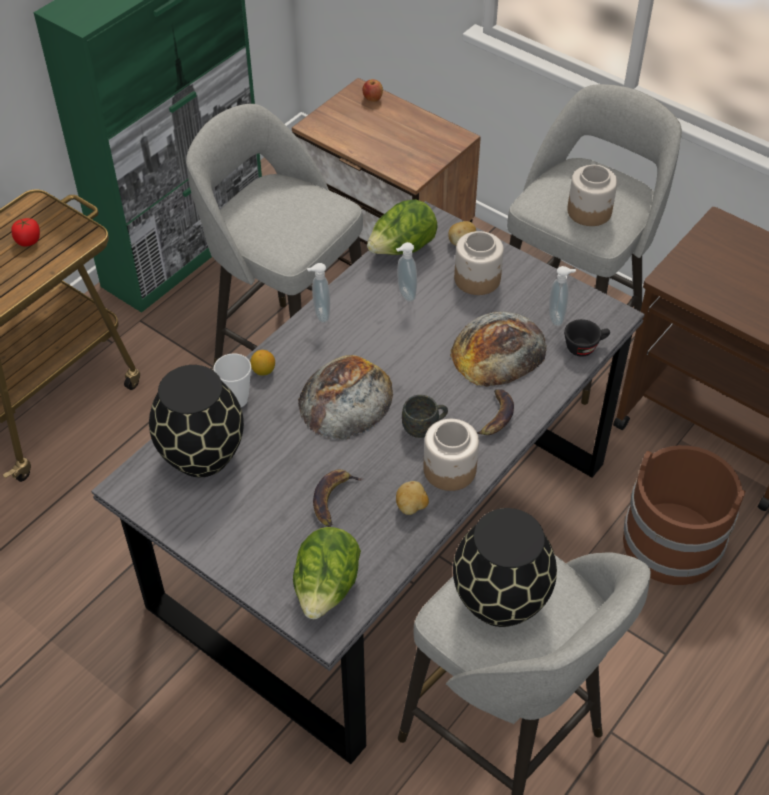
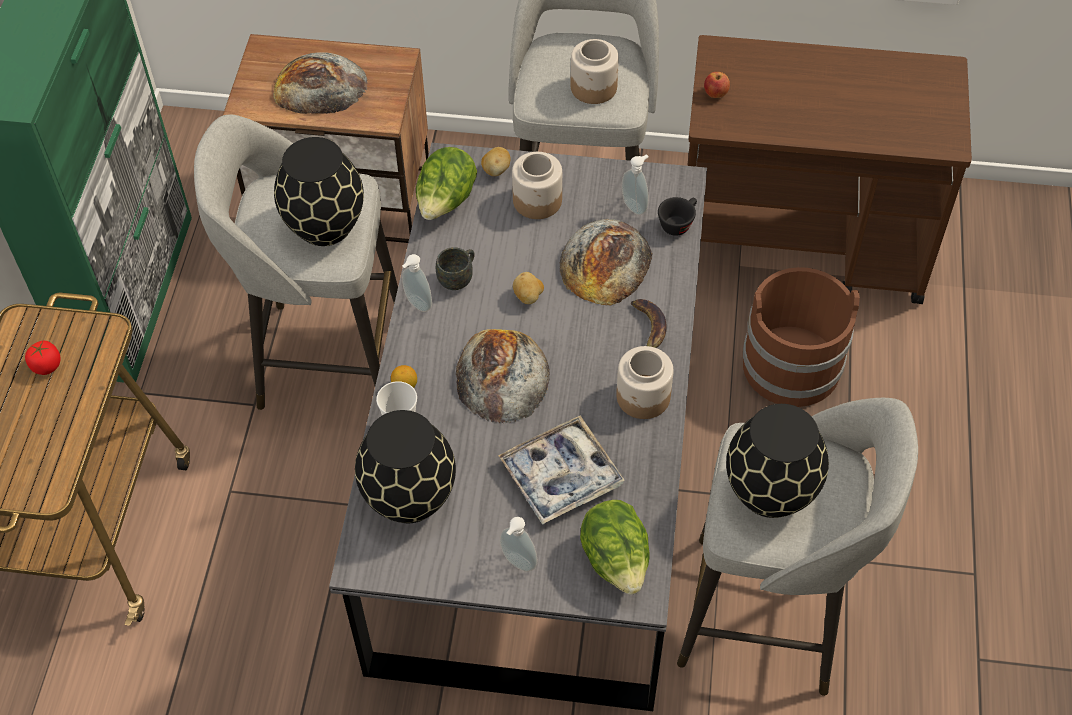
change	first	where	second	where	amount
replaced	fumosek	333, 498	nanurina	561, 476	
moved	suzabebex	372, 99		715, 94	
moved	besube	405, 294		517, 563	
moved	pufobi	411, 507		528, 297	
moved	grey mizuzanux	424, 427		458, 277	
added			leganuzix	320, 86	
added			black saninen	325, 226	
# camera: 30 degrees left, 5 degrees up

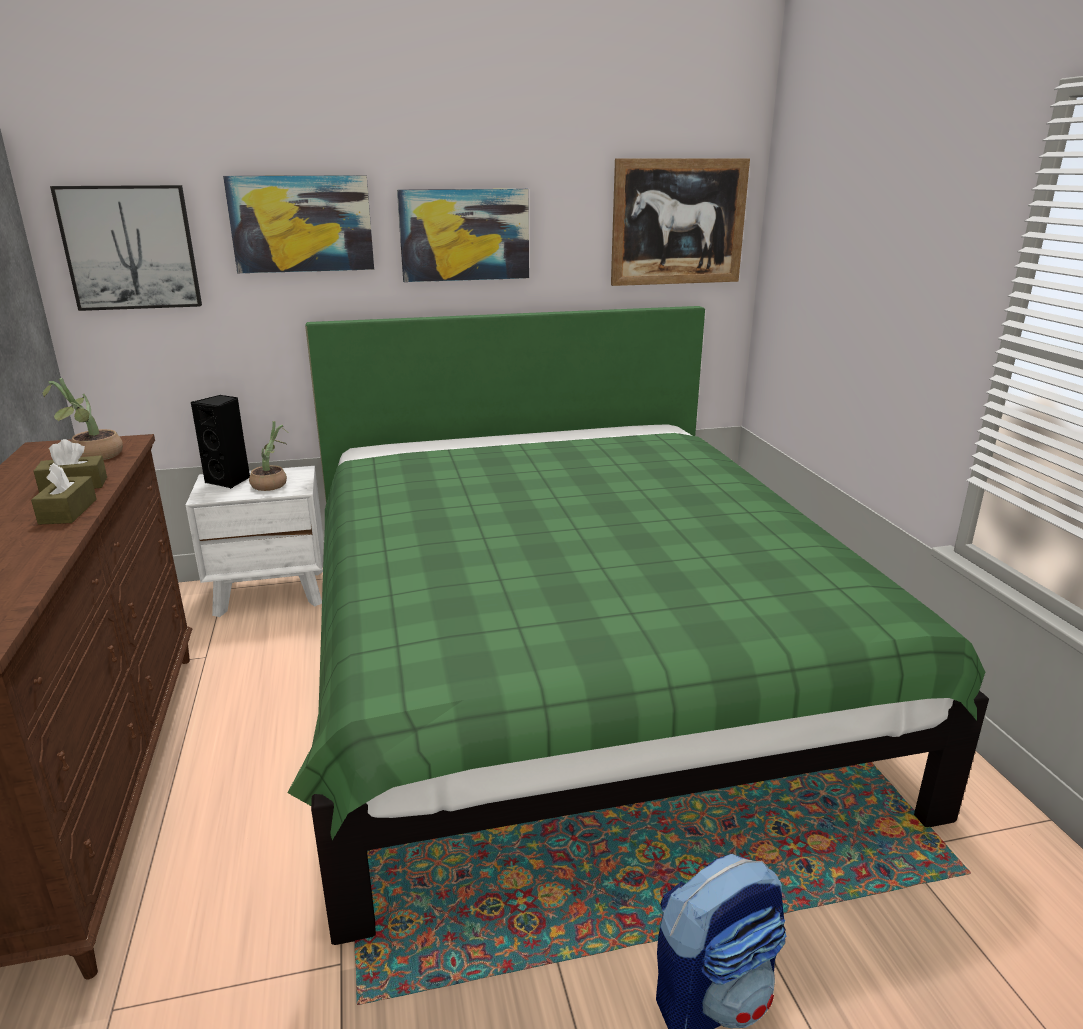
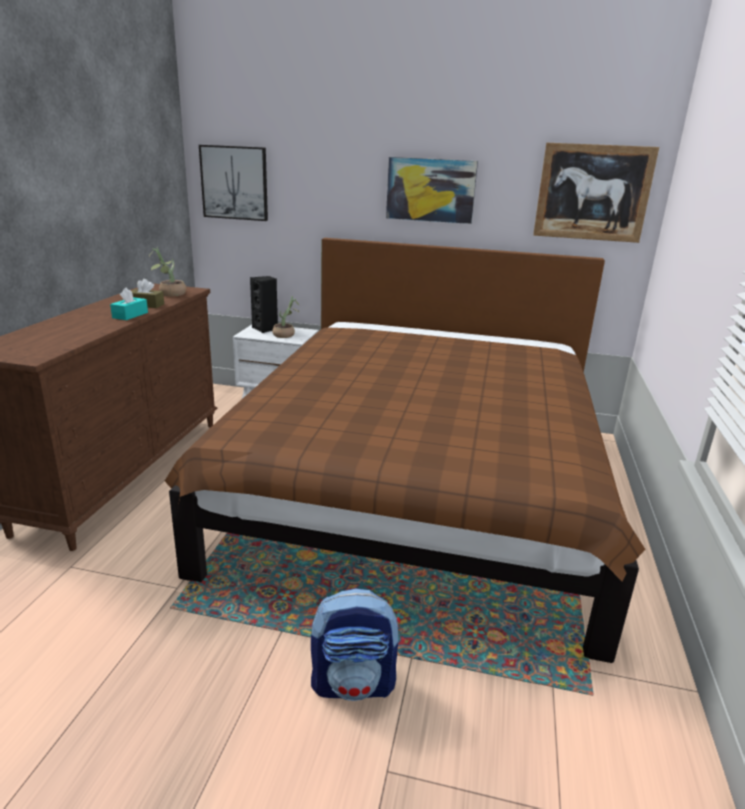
change	first	where	second	where	amount
recoloured	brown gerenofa	68, 511	turquoise gerenofa	130, 315	
removed	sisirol	301, 224			
recoloured	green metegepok	569, 667	brown metegepok	418, 488	
# camera: 25 degrees right, 0 degrees up

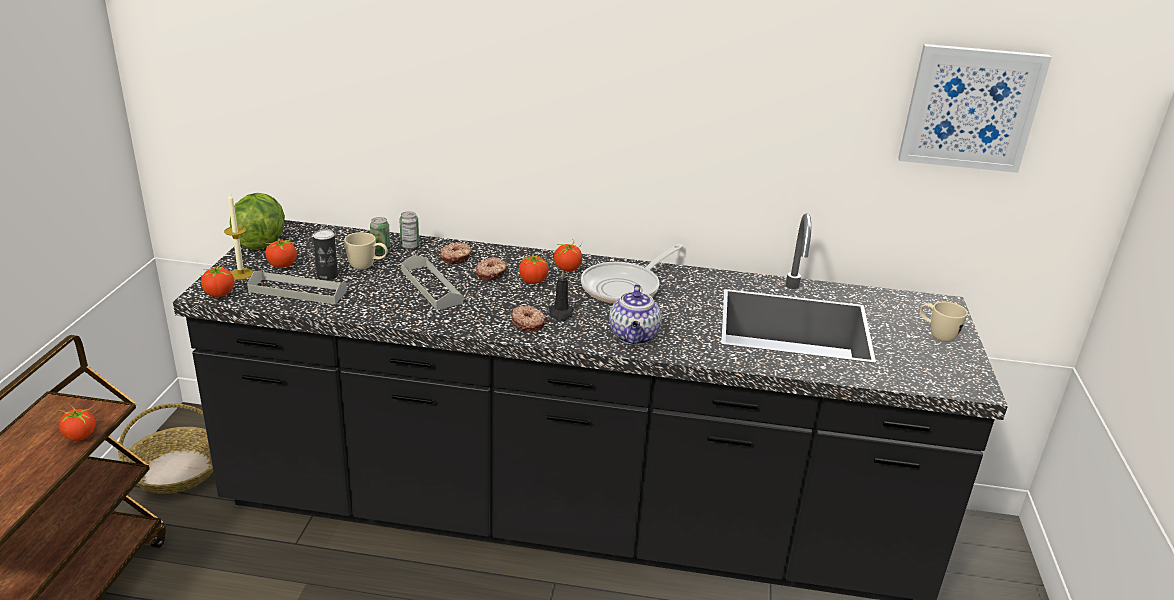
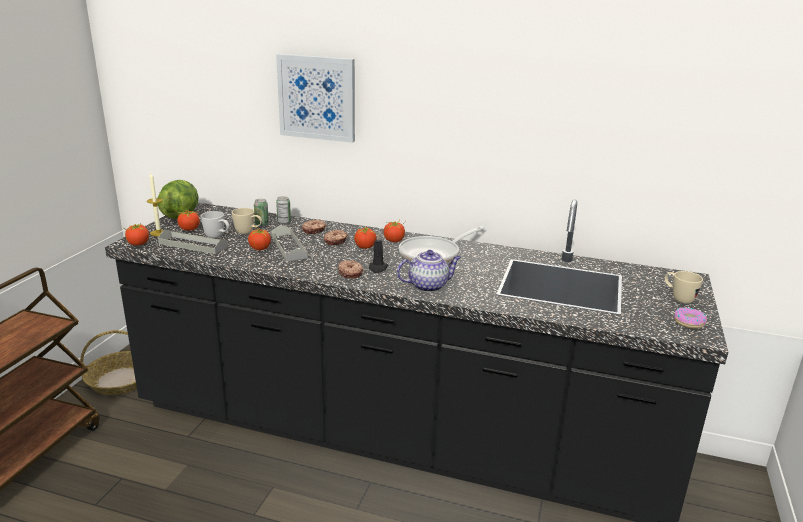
change	first	where	second	where	amount
moved	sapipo	79, 436		259, 248	
replaced	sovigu	327, 276	white mizuzanux	217, 237	
turned	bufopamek	634, 336		428, 286	120 degrees counterclockwise
moved	sisirol	970, 108		317, 97	
added			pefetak	688, 322	
# camera: 10 degrees right, 5 degrees down

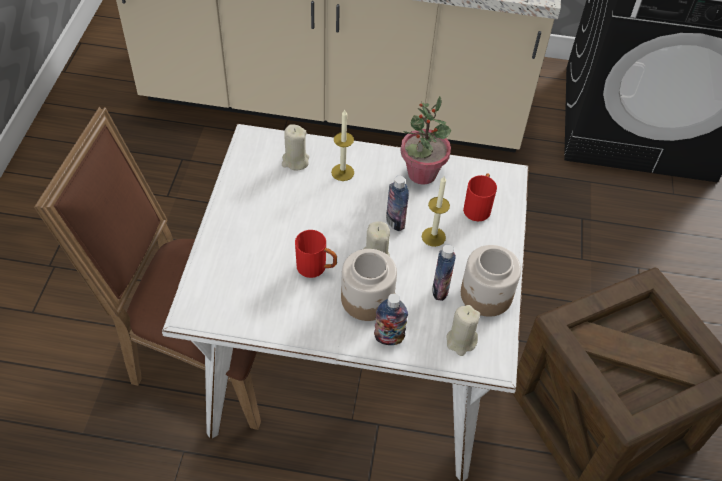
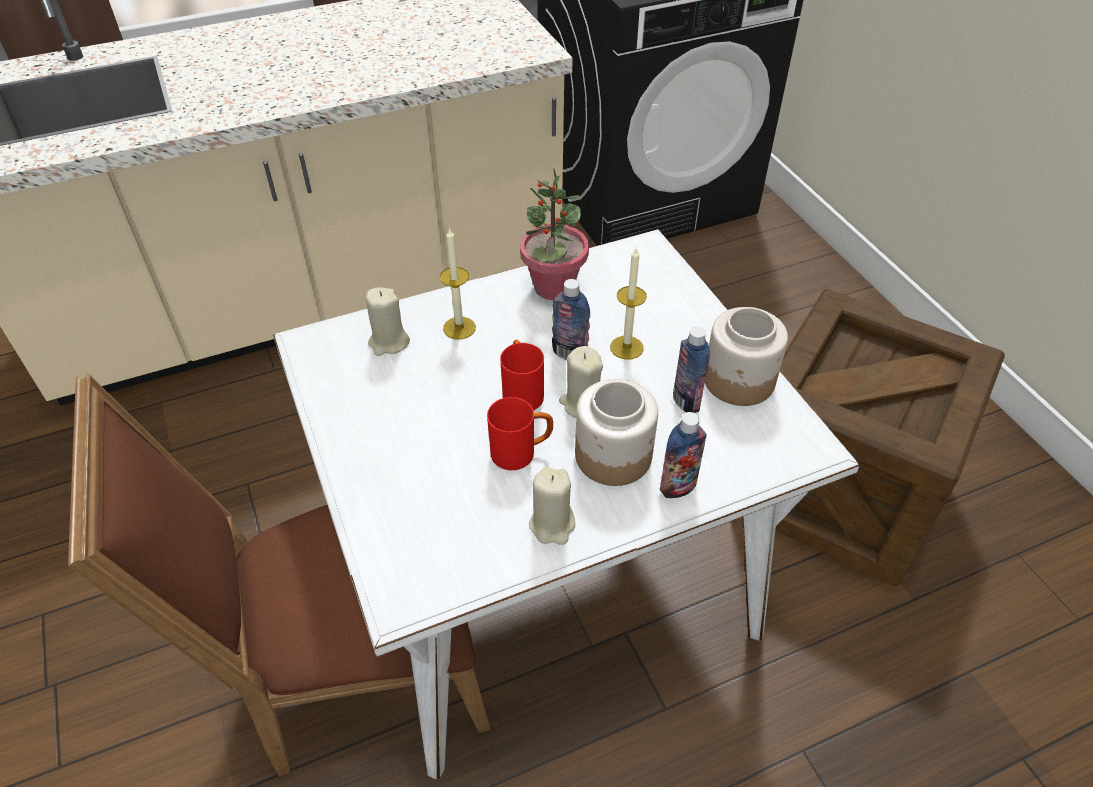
change	first	where	second	where	amount
moved	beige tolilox	461, 341		552, 525	
moved	red mizuzanux	478, 207		521, 392	
# camera: 30 degrees left, 5 degrees down

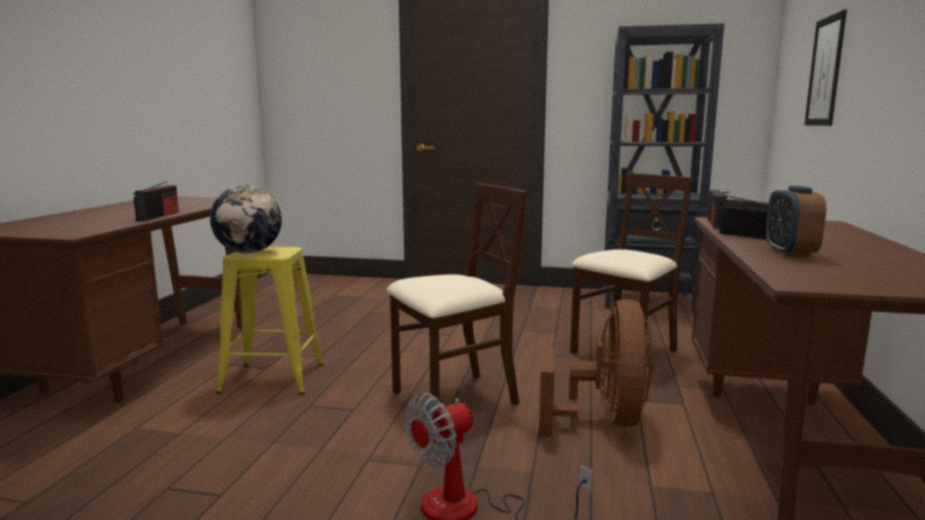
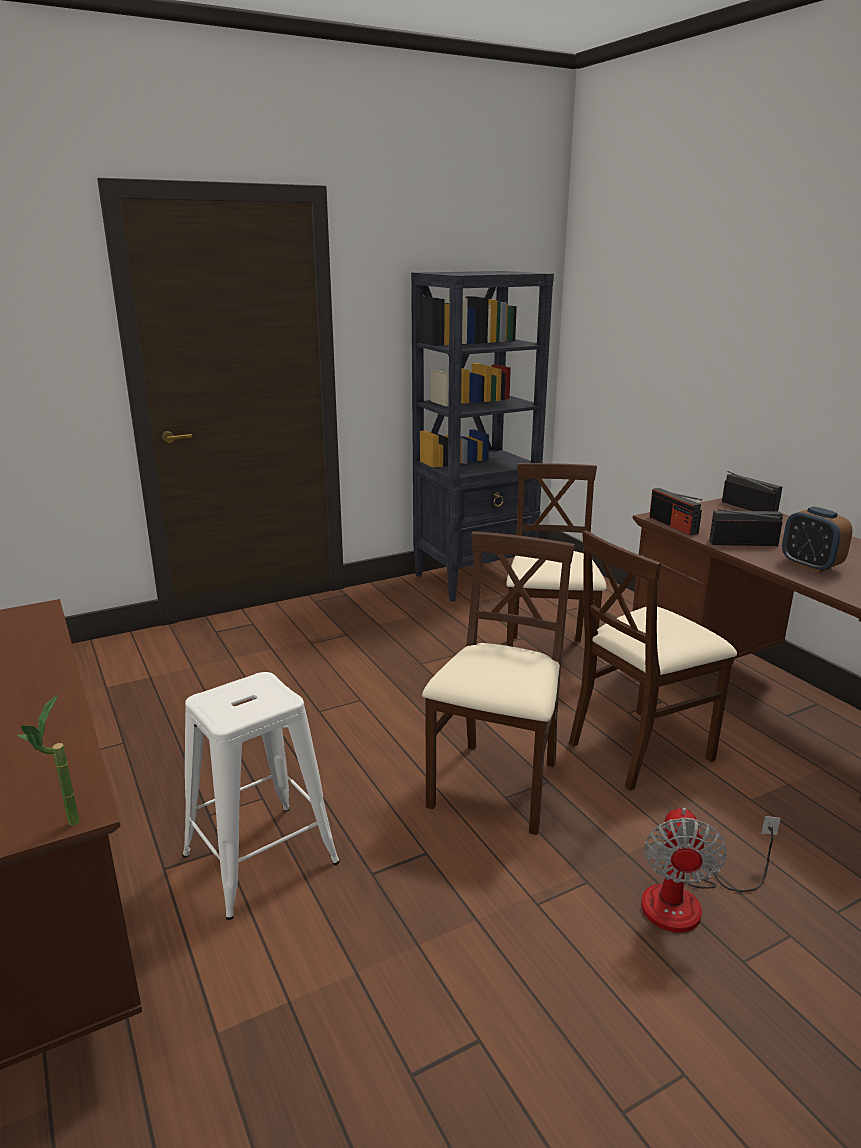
change	first	where	second	where	amount
moved	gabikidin	158, 216		748, 508	
removed	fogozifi	249, 252			
recoloured	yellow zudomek	272, 378	white zudomek	260, 859	
replaced	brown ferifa	605, 420	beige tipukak	640, 748	
removed	sisirol	825, 71			
added			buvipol	64, 829	
# camera: 40 degrees left, 10 degrees up

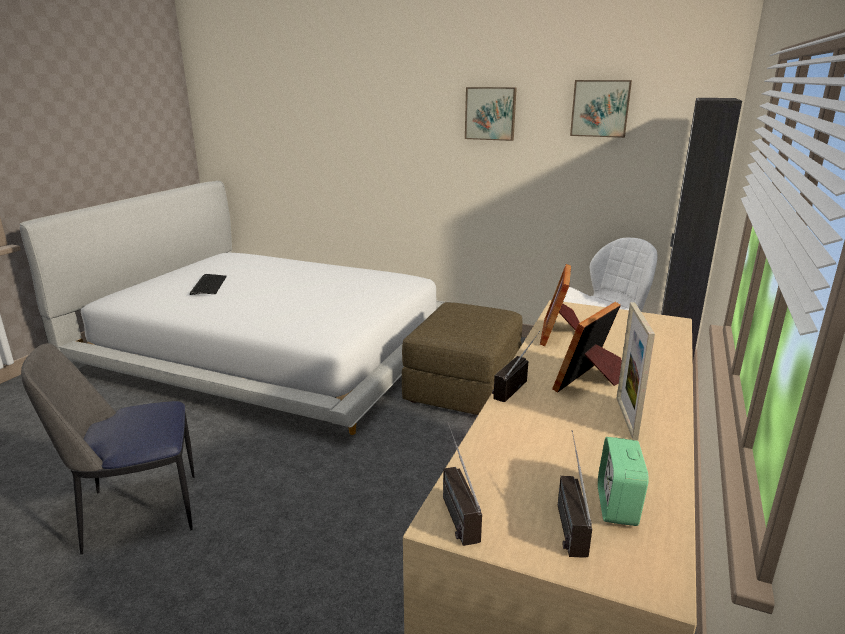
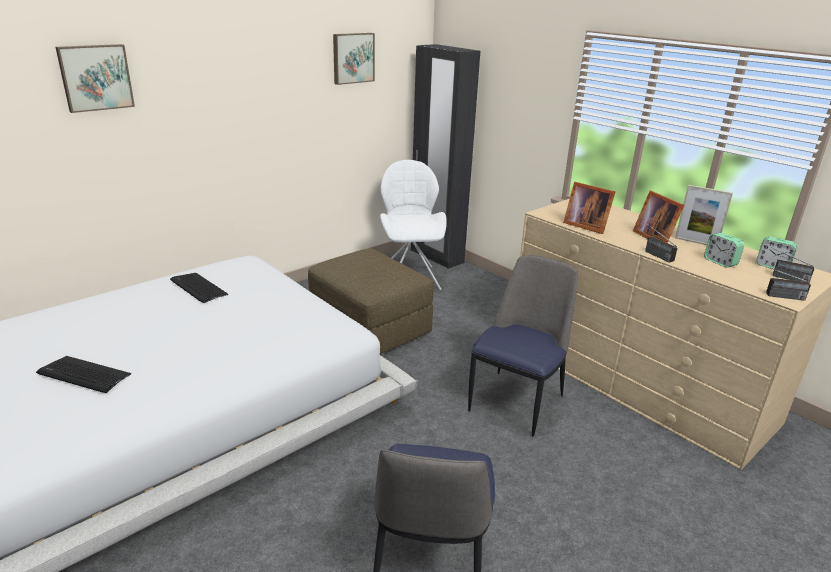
change	first	where	second	where	amount
moved	sisirol	490, 113		95, 77	
added			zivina	198, 288	
added			tipukak	517, 401	
added			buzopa	720, 262	
# camera: 65 degrees left, 5 degrees up

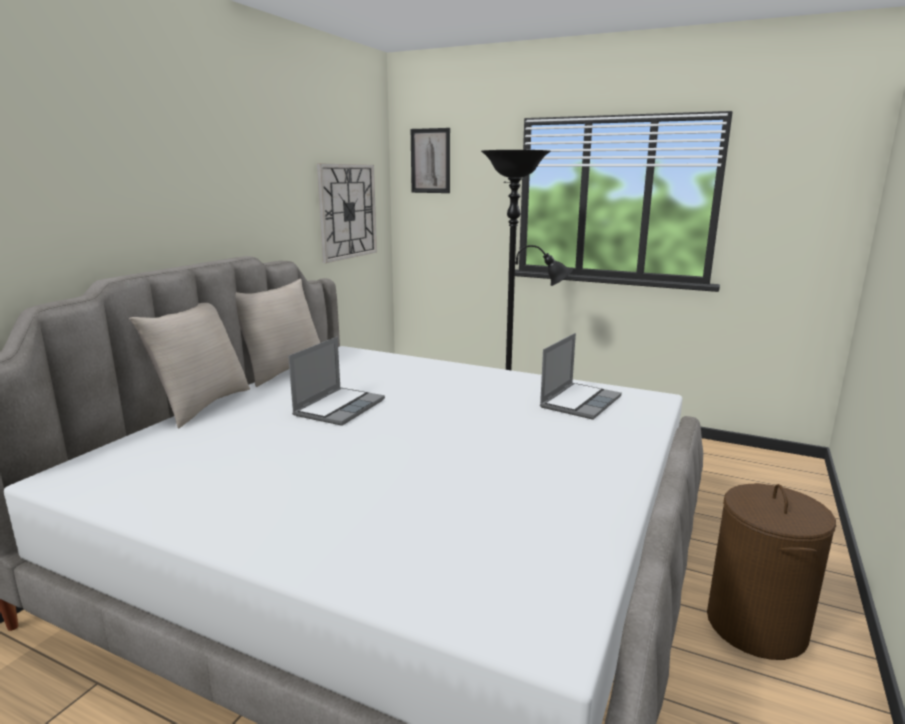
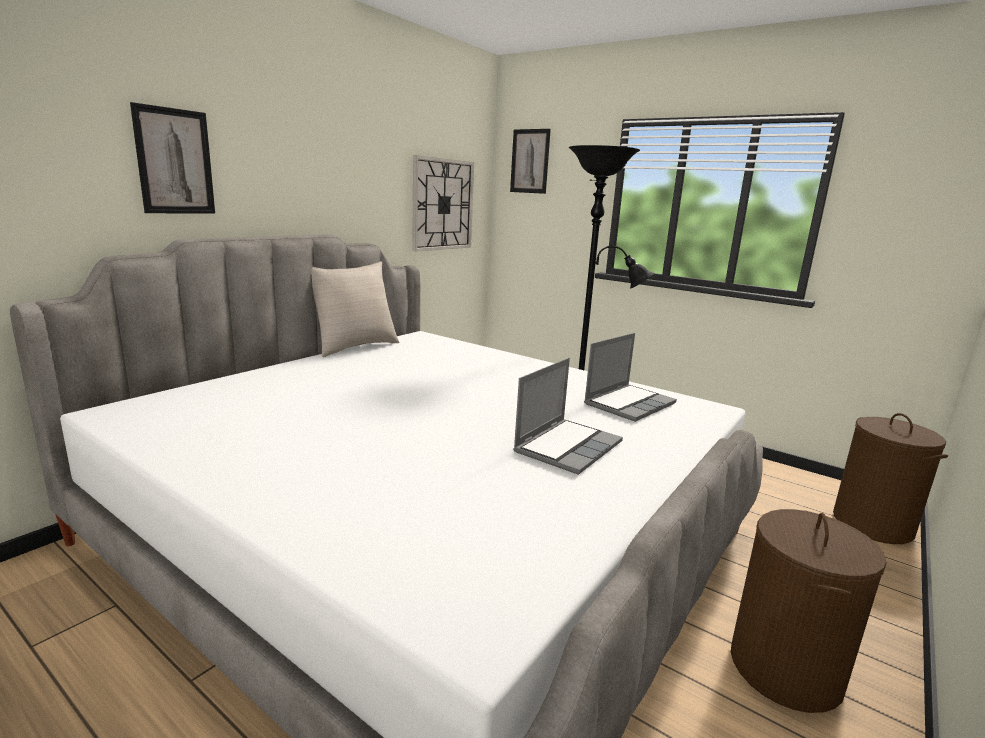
change	first	where	second	where	amount
removed	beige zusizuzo	202, 405			
moved	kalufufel	339, 407		567, 447	
added			sisirol	175, 161	
added			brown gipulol	873, 524	
# camera: 10 degrees right, 0 degrees up

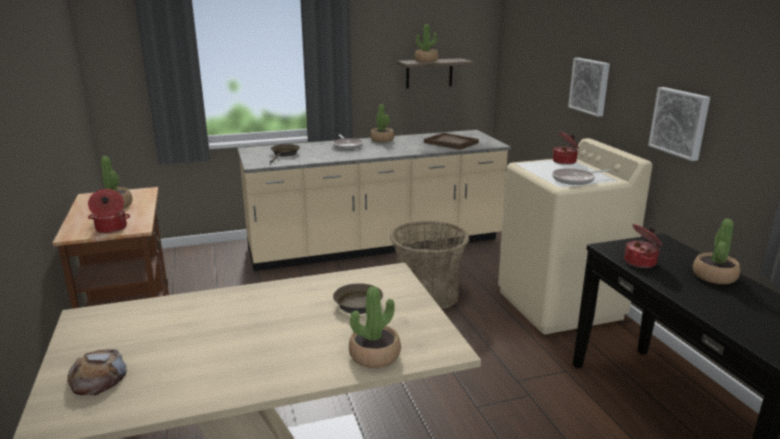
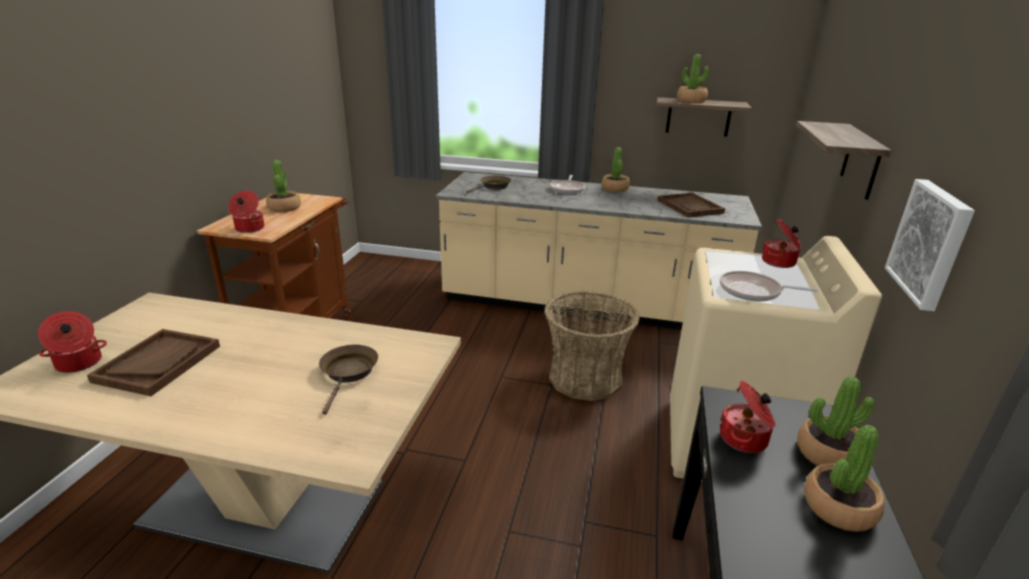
change	first	where	second	where	amount
replaced	leganuzix	98, 378	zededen	78, 363	
moved	buvipol	374, 355		828, 454	
replaced	sisirol	590, 86	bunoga	861, 161	
added			brown nanurina	158, 363	
# camera: 30 degrees right, 5 degrees up

